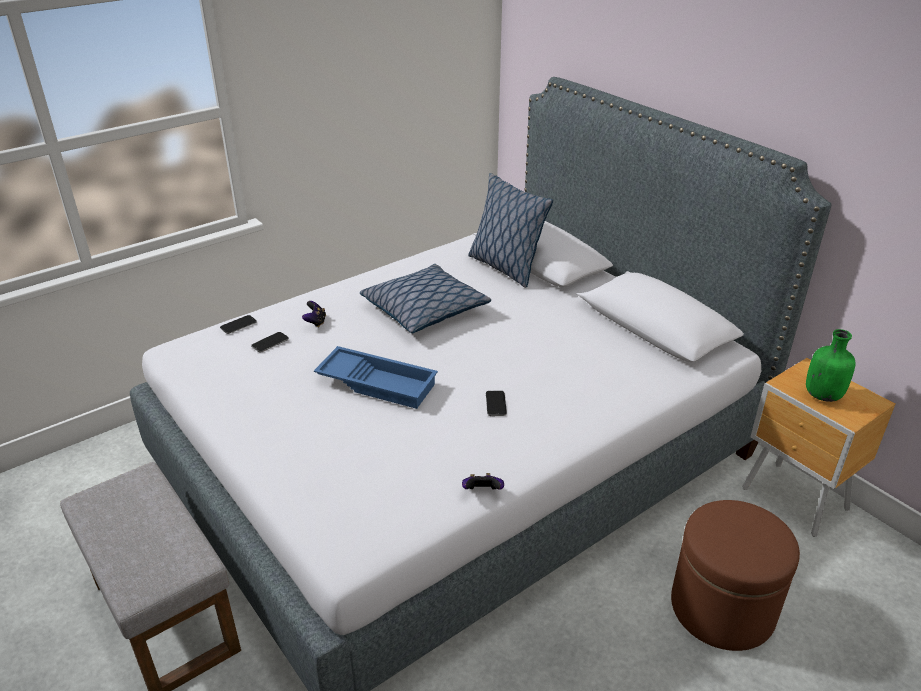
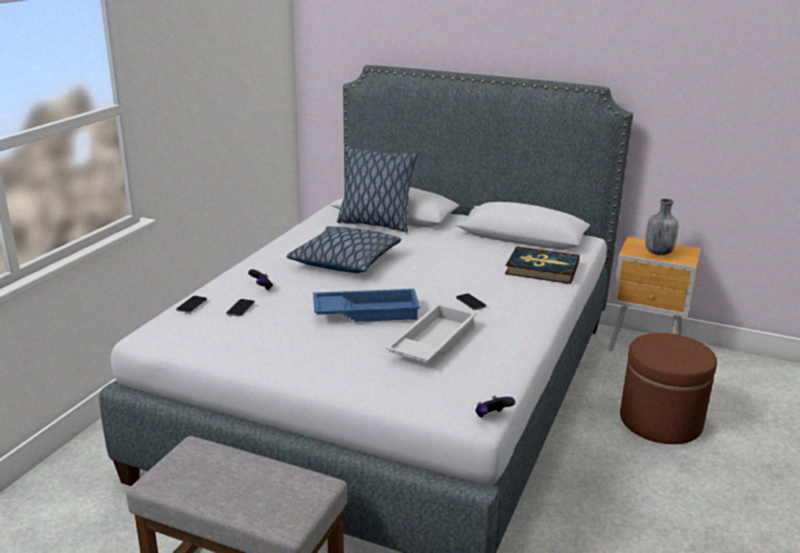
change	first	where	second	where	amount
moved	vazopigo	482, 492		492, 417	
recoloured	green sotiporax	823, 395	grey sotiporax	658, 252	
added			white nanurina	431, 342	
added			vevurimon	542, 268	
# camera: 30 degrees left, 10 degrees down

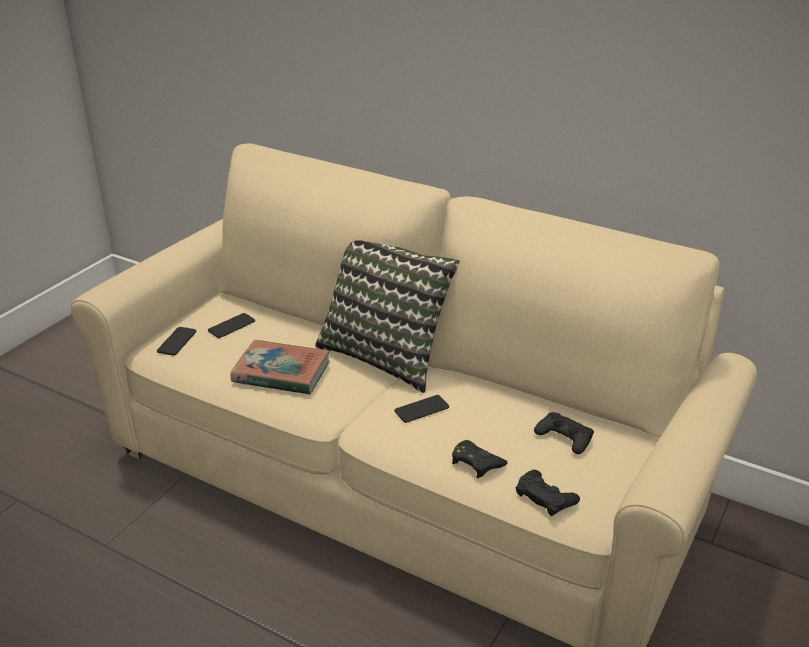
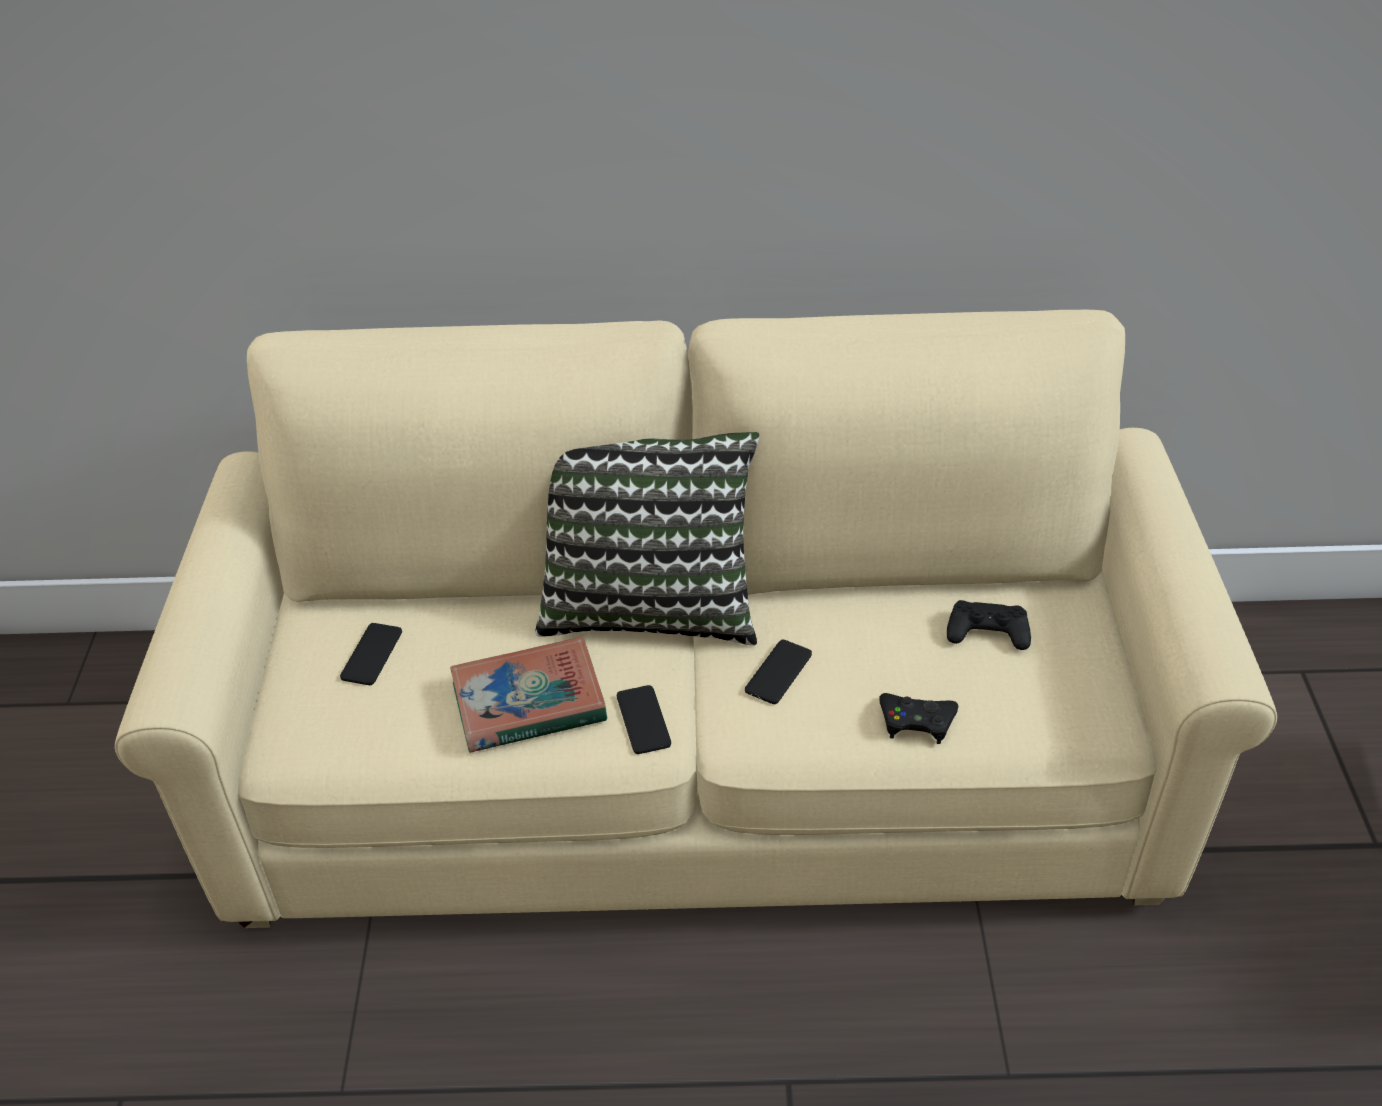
change	first	where	second	where	amount
moved	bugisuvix	177, 341		643, 720	
removed	black vazopigo	545, 497			
# camera: 30 degrees left, 10 degrees up

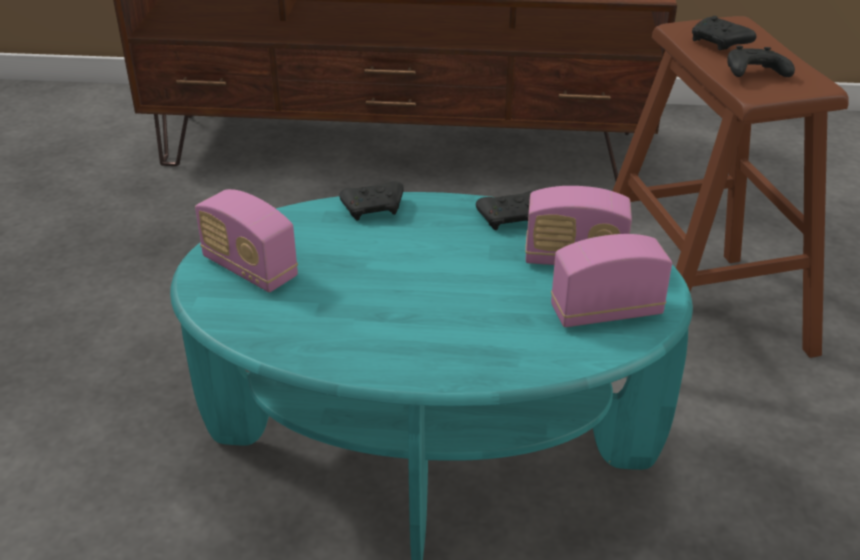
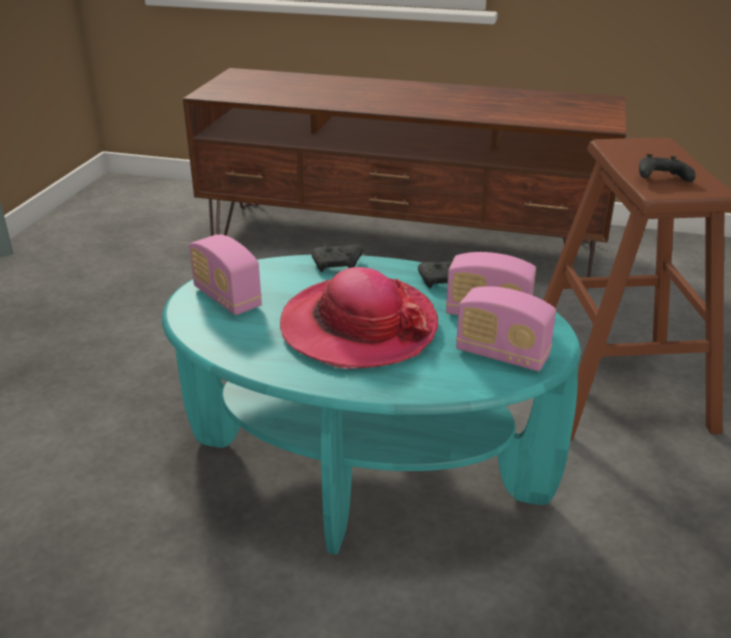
change	first	where	second	where	amount
turned	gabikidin	606, 311		502, 355	150 degrees counterclockwise
removed	black vazopigo	719, 43			
added			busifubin	358, 327	
# camera: 10 degrees right, 5 degrees down

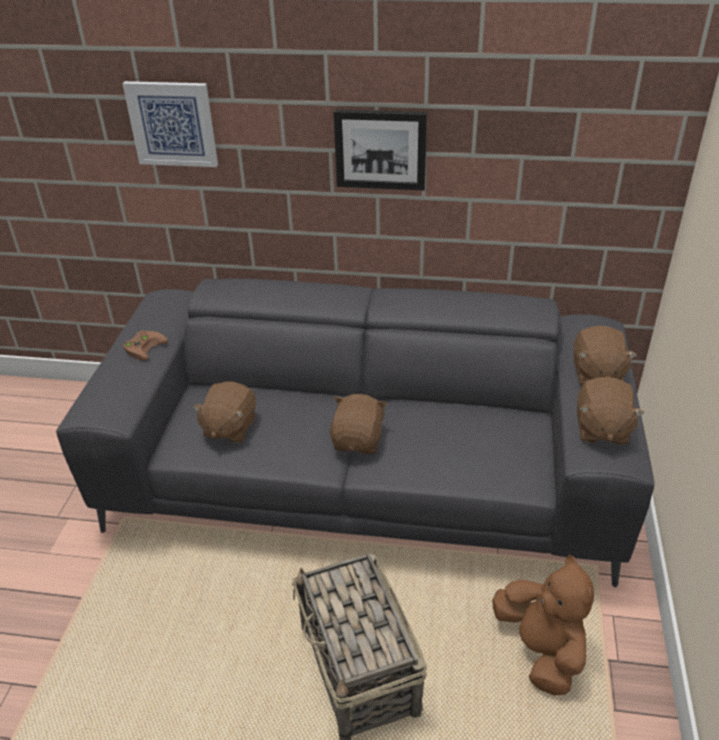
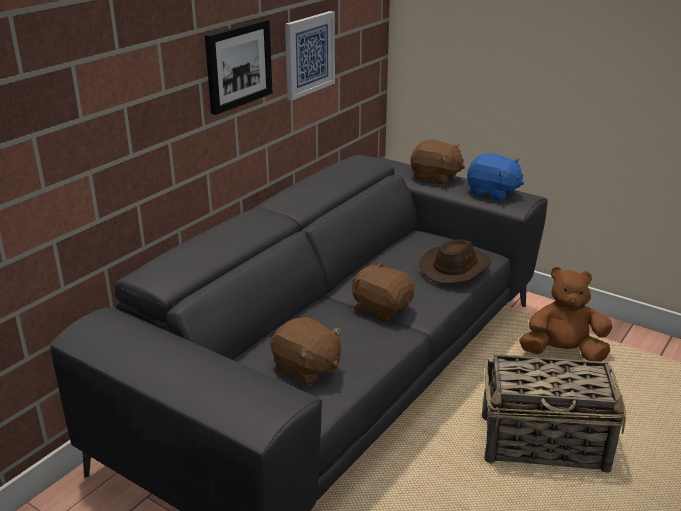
change	first	where	second	where	amount
moved	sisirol	172, 124		309, 54	
removed	brown vazopigo	144, 346			
recoloured	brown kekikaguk	601, 429	blue kekikaguk	493, 192	
added			brown busifubin	455, 268	
# camera: 65 degrees left, 10 degrees down

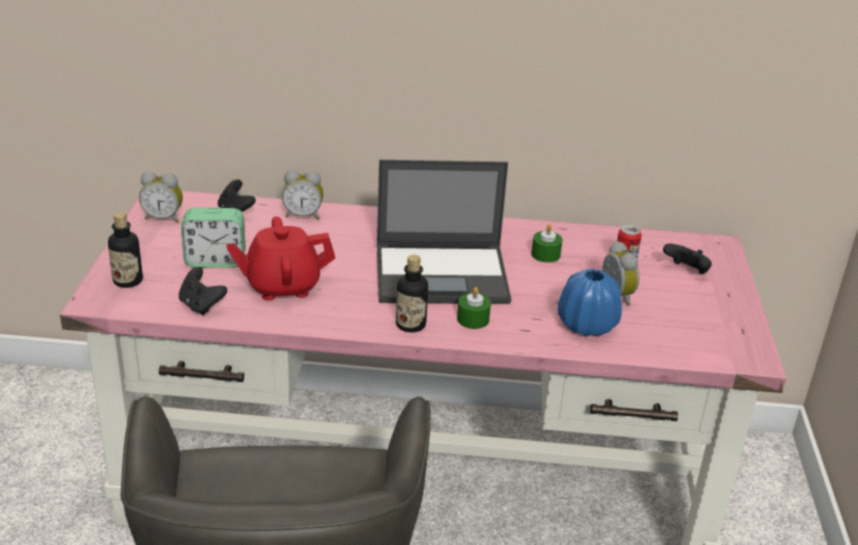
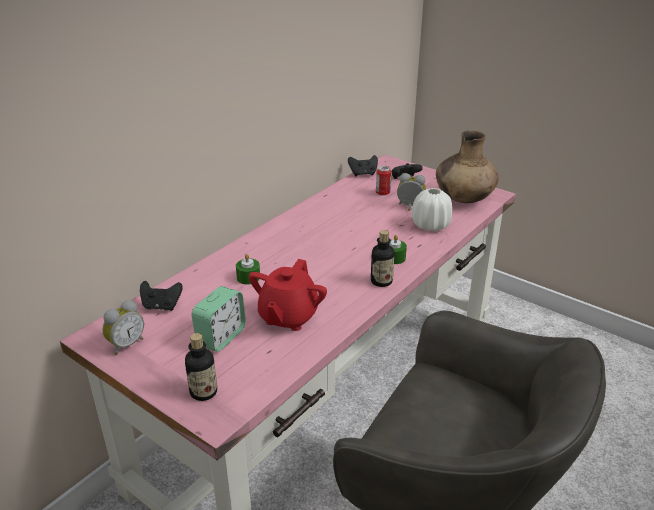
change	first	where	second	where	amount
moved	black vazopigo	201, 305		363, 174	
removed	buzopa	303, 215			
removed	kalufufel	443, 274			
moved	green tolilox	545, 254		248, 277	
recoloured	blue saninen	586, 325	white saninen	430, 225	
added			brown saninen	463, 199	
# camera: 55 degrees left, 0 degrees up

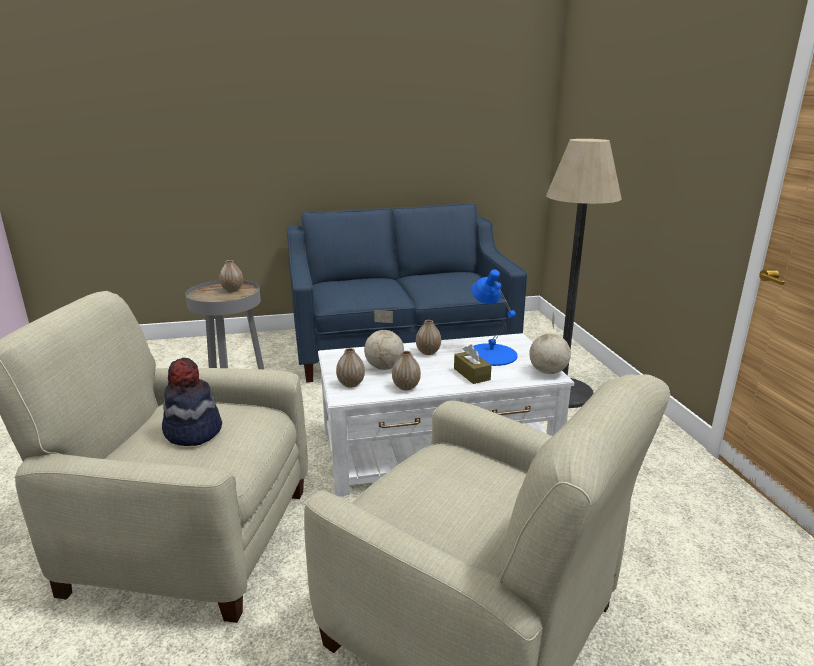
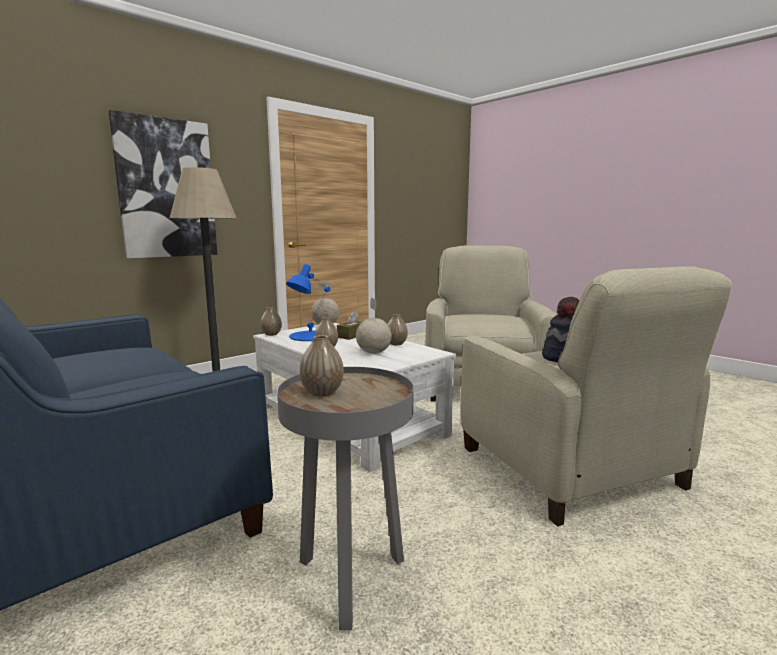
change	first	where	second	where	amount
moved	saninen	351, 384		271, 334	
added			sisirol	166, 189	
# camera: 120 degrees left, 10 degrees down

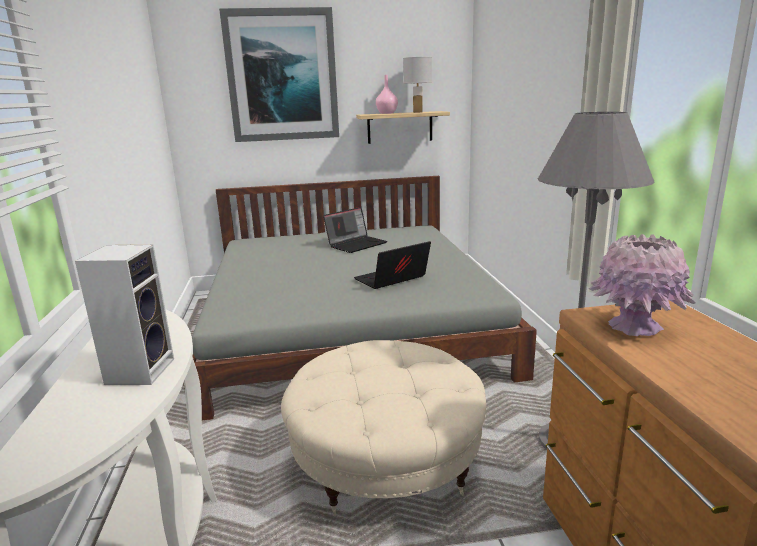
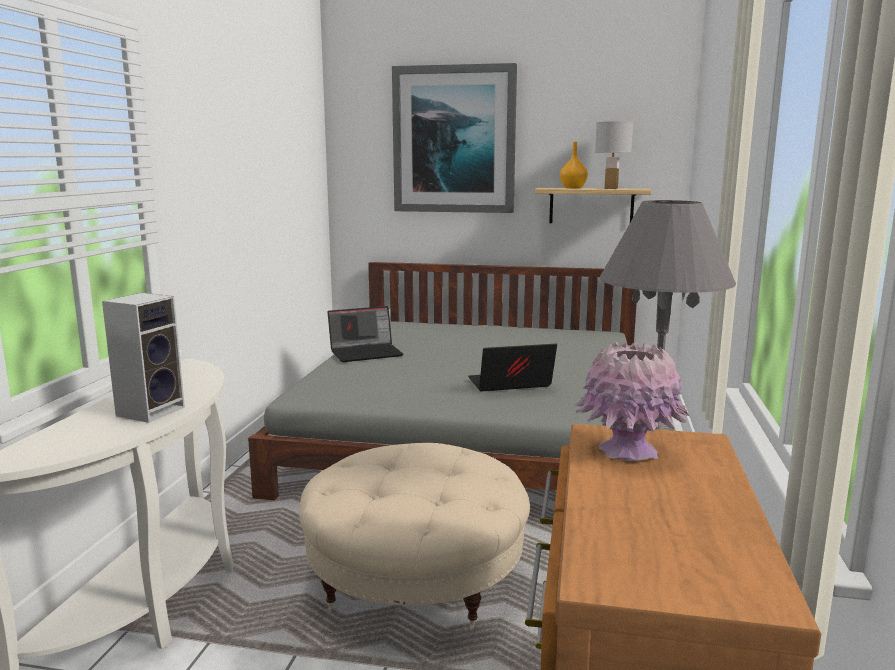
change	first	where	second	where	amount
moved	kalufufel	356, 244		366, 353	
recoloured	pink saninen	387, 113	orange saninen	573, 188	
# camera: 20 degrees right, 5 degrees down

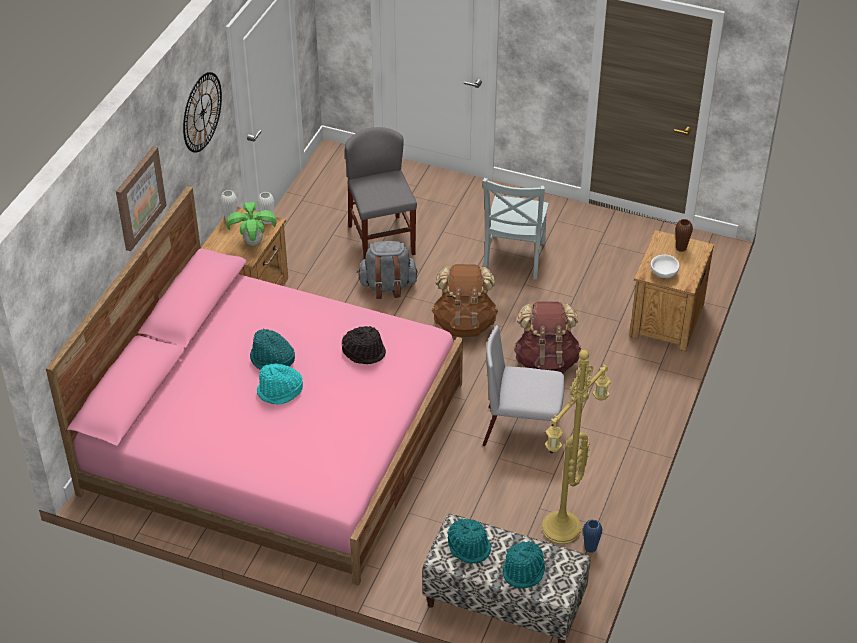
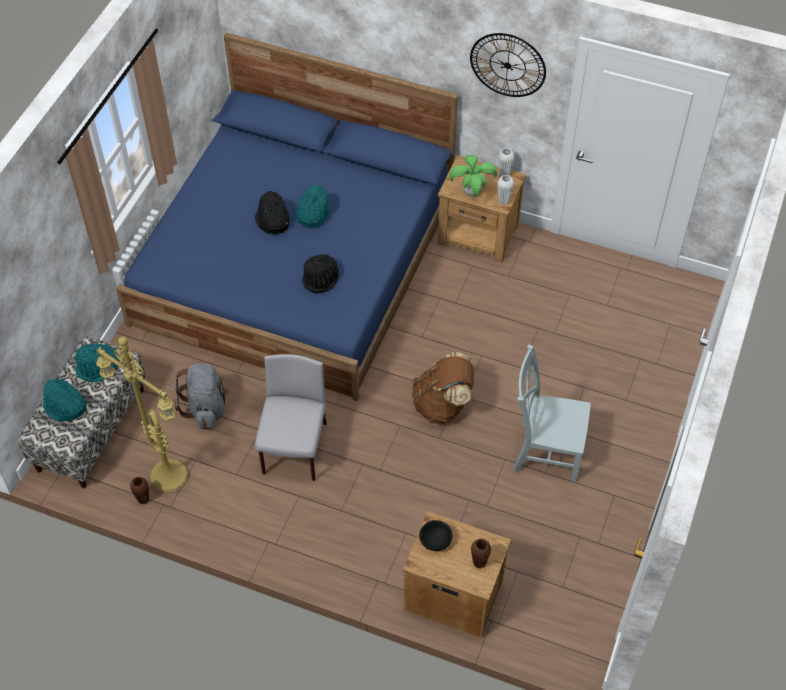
change	first	where	second	where	amount
recoloured	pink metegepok	274, 437	blue metegepok	295, 263	
removed	sisirol	139, 198			
recoloured	turquoise busifubin	280, 391	black busifubin	272, 221	
removed	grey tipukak	381, 240			
moved	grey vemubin	387, 286		206, 408	
removed	brown vemubin	546, 361			
recoloured	blue saninen	590, 548	brown saninen	143, 499	
recoloured	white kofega	663, 273	black kofega	435, 540	
# camera: 90 degrees right, 10 degrees up

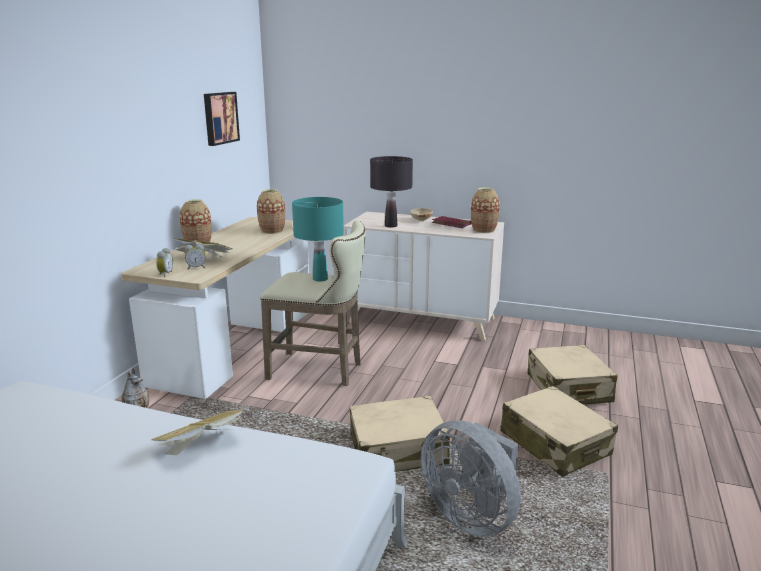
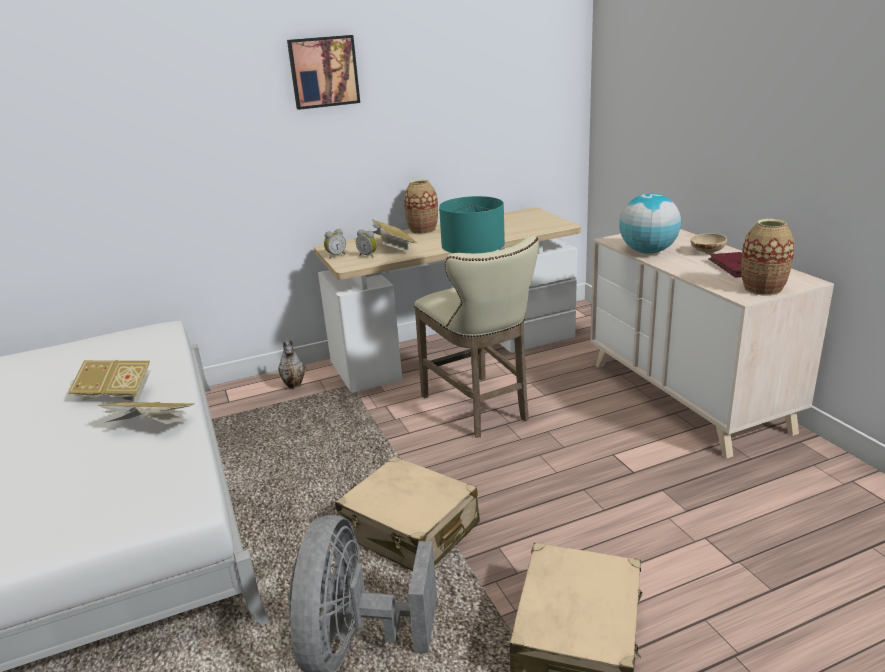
change	first	where	second	where	amount
moved	sisirol	220, 118		323, 72	
removed	saninen	272, 231			
replaced	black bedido	390, 226	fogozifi	647, 252	
removed	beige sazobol	568, 388			
added			vevurimon	116, 395	
# camera: 50 degrees right, 5 degrees up

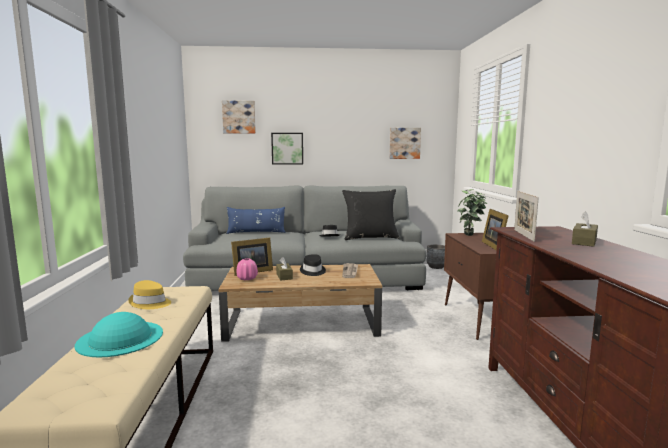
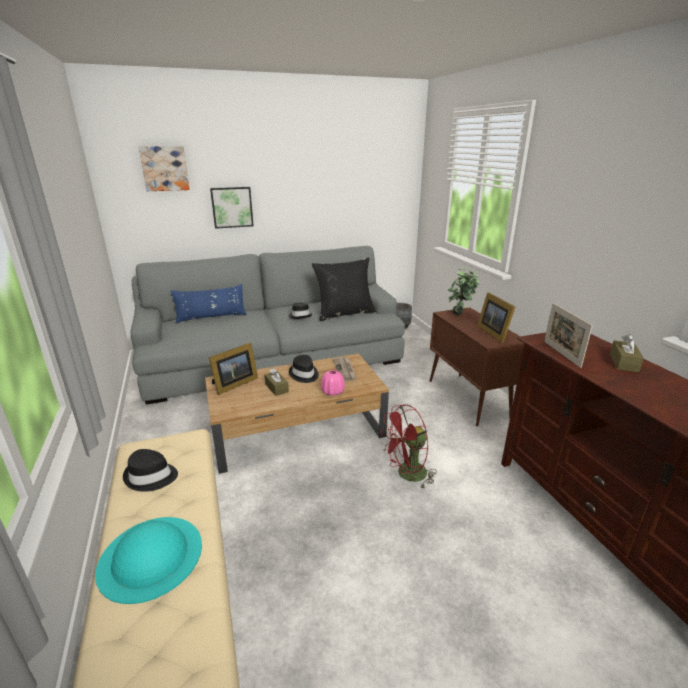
change	first	where	second	where	amount
recoloured	yellow busifubin	150, 303	black busifubin	151, 477	
moved	pink saninen	247, 278		332, 392	
removed	sisirol	404, 143			
added			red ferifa	407, 475	
# camera: 15 degrees left, 15 degrees up

